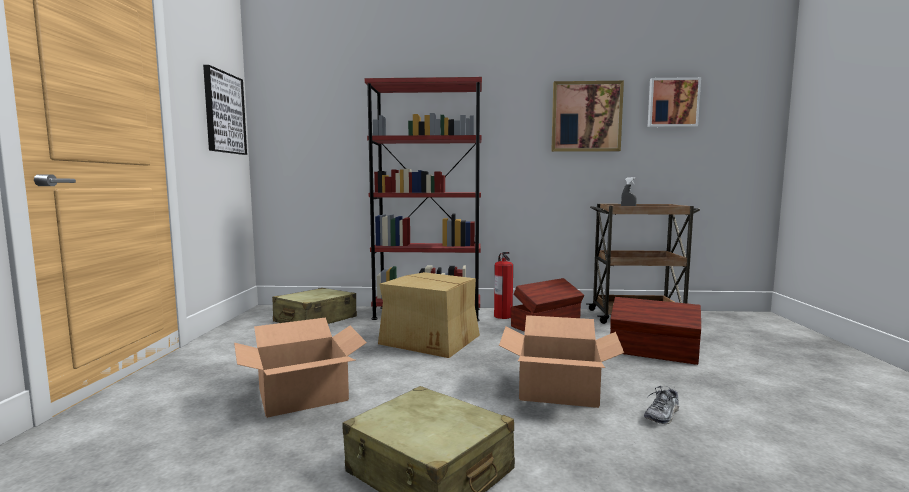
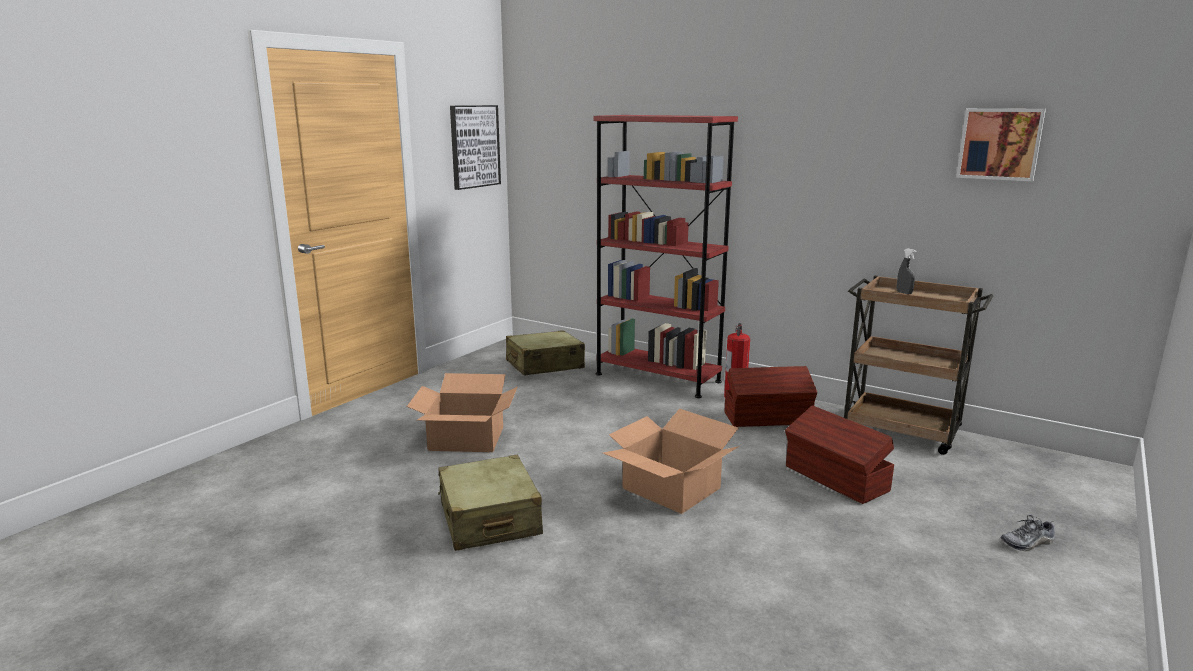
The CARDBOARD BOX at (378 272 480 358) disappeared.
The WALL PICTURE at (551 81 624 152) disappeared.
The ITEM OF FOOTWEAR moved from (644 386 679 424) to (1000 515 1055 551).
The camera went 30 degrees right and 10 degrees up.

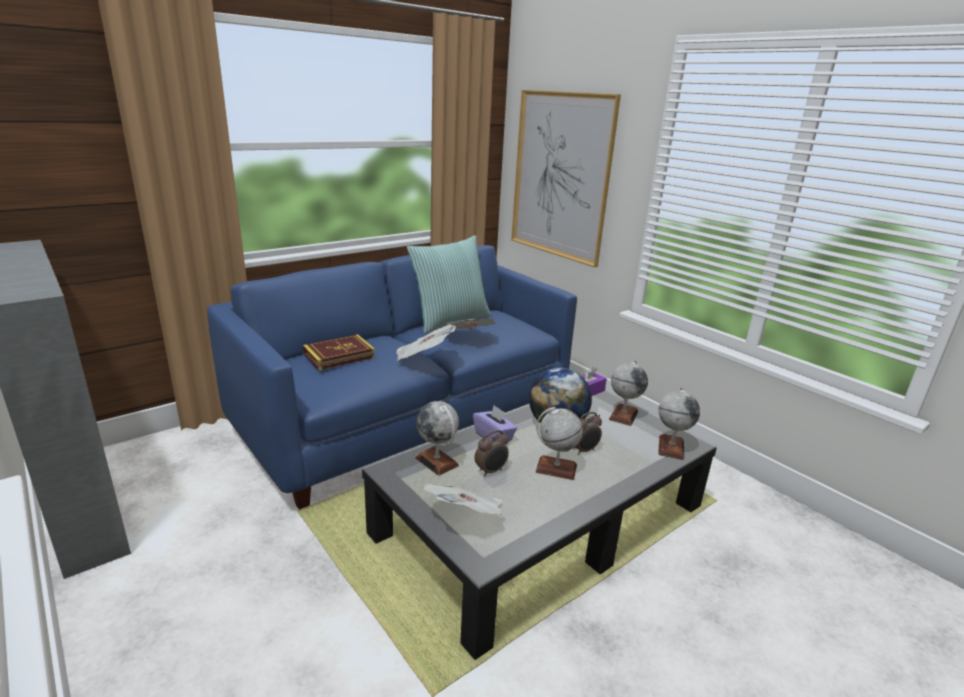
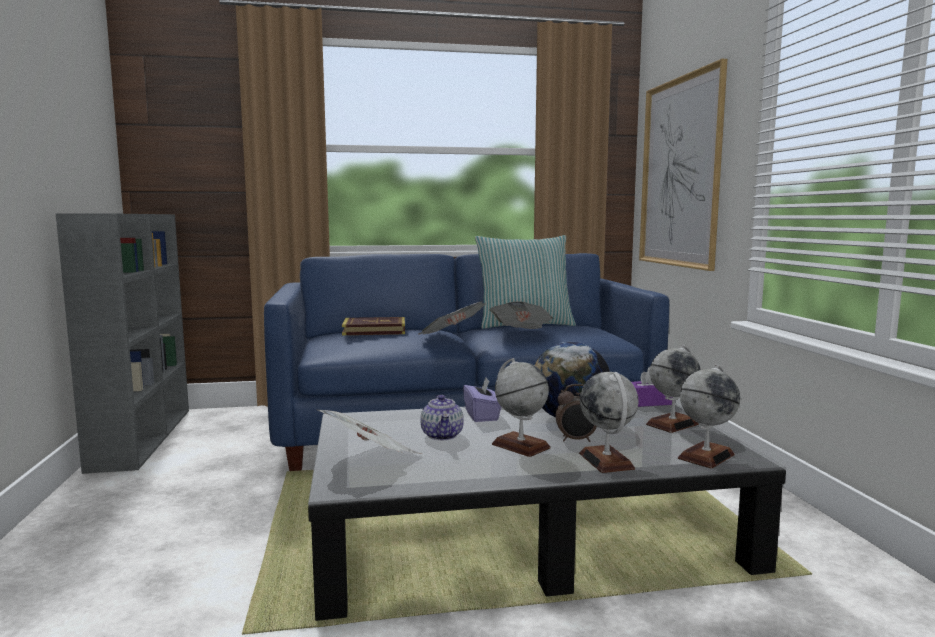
The WORLD GLOBE moved from (415 401 459 476) to (579 372 638 473).
The TABLE CLOCK at (474 430 509 477) was replaced by the TEA POT at (420 395 464 440).
The camera went 30 degrees right and 15 degrees down.

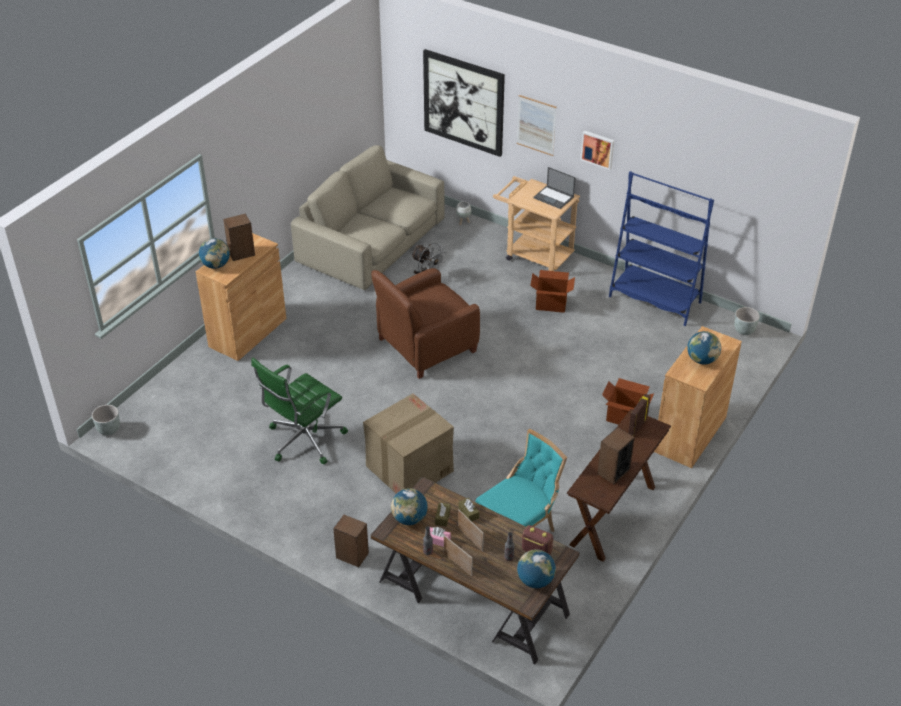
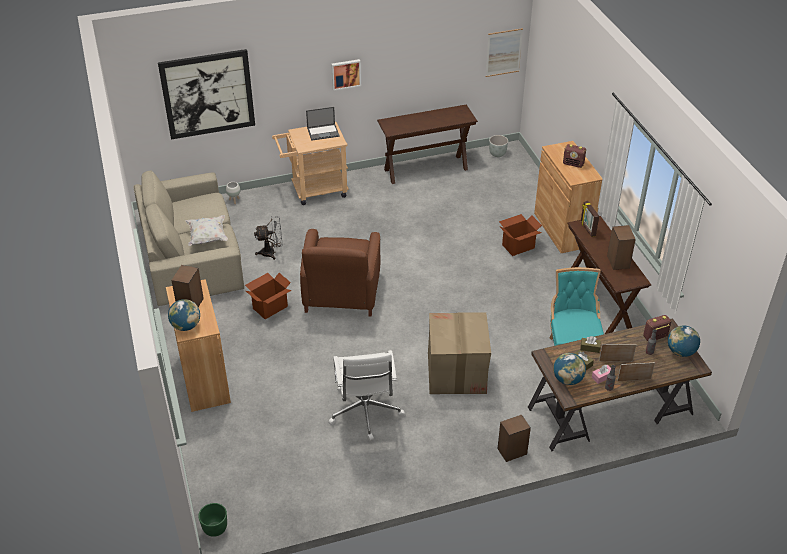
The WHITE THROW PILLOW at (185 215 228 246) appeared.
The WALL PICTURE moved from (517 95 557 156) to (485 28 523 77).
The CARDBOARD BOX moved from (530 270 575 313) to (245 273 291 319).
The BLUISH BOOKSHELF at (609 171 714 326) was replaced by the BROWN CONSOLE TABLE at (377 105 478 184).
The WORLD GLOBE at (687 331 721 364) was replaced by the RADIO RECEIVER at (563 144 586 168).
The GREY FLOWER POT at (92 405 120 435) became the GREEN FLOWER POT at (198 503 227 537).
The GREEN COMPUTER CHAIR at (251 358 348 464) became the WHITE COMPUTER CHAIR at (328 350 405 441).
The camera went 50 degrees left and 0 degrees up.

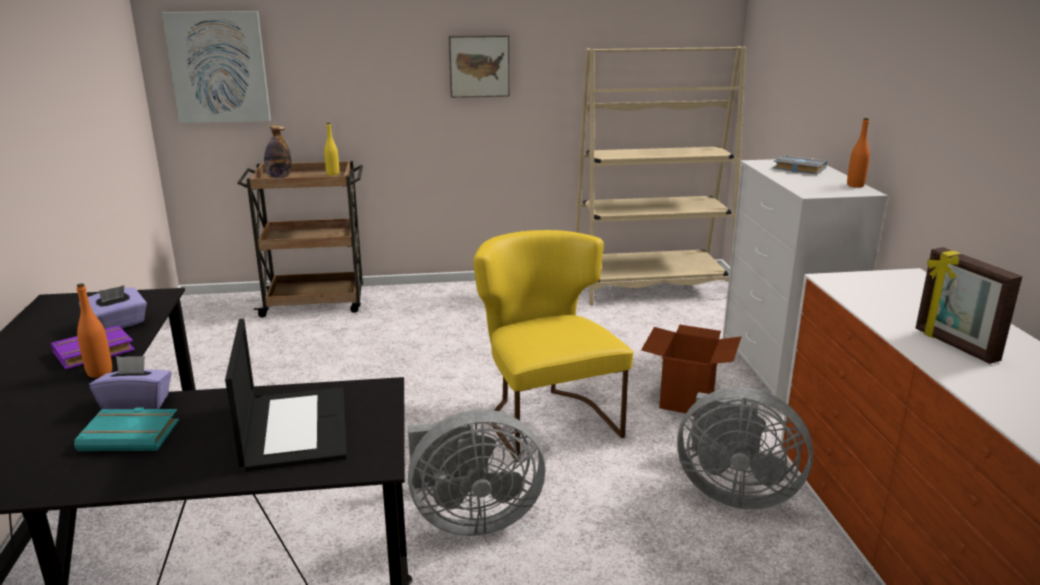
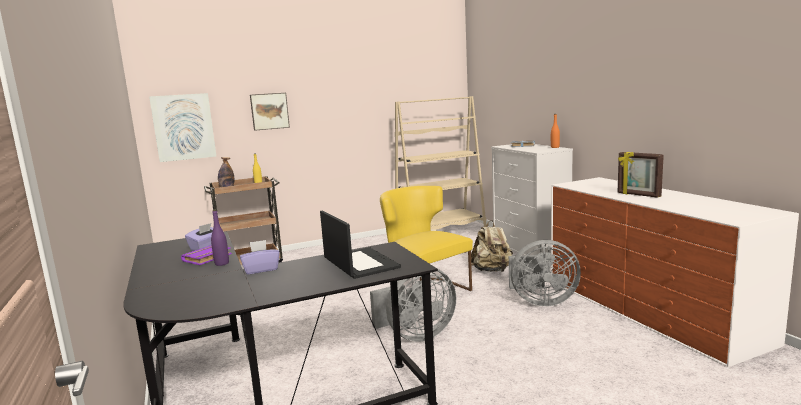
The TURQUOISE VOLUME at (74 407 179 451) disappeared.
The WALL PICTURE moved from (449 35 510 98) to (250 93 290 130).
The CARDBOARD BOX at (641 325 741 414) was replaced by the SAND-COLOURED KNAPSACK at (471 220 513 272).
The ORANGE DRINK BOTTLE at (77 283 112 378) became the PURPLE DRINK BOTTLE at (211 209 229 266).
The camera went 15 degrees left and 10 degrees down.

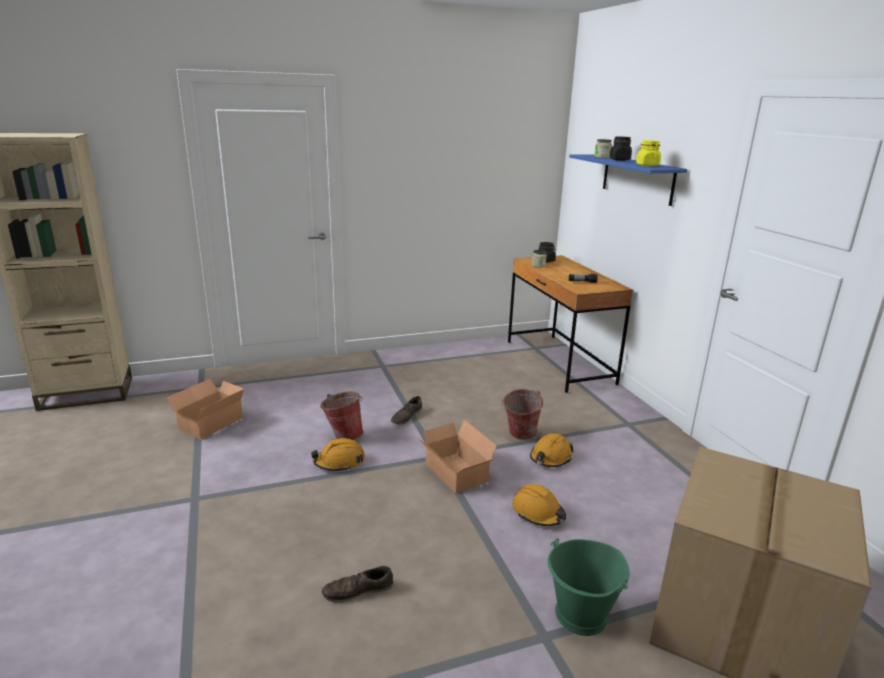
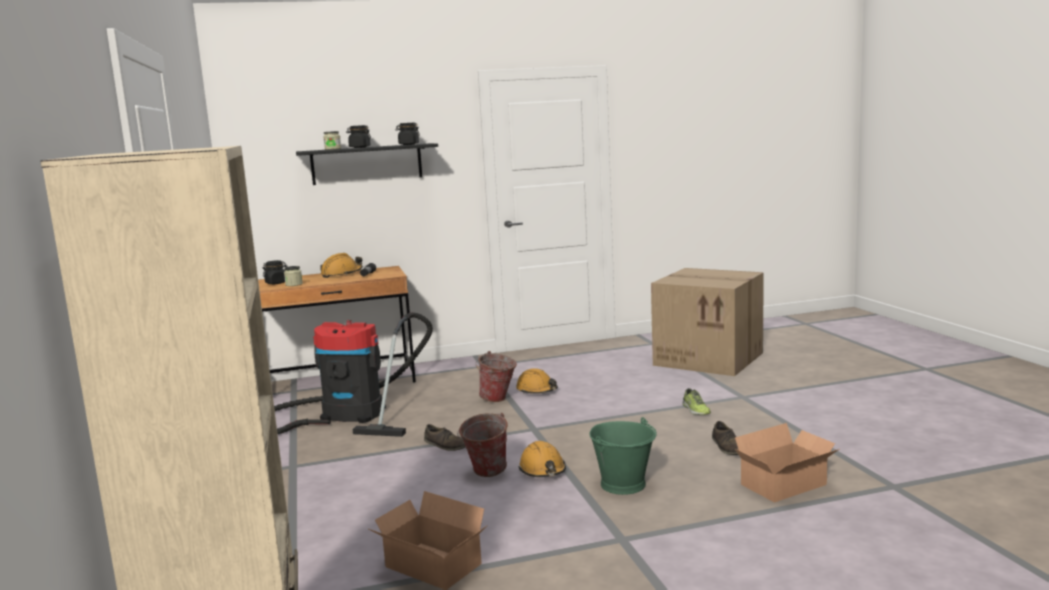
The VACUUM CLEANER at (274 312 433 437) appeared.
The ITEM OF FOOTWEAR at (682 388 711 415) appeared.
The CARDBOARD BOX moved from (416 420 497 494) to (735 423 840 503).
The ORANGE SAFETY HELMET moved from (512 484 566 526) to (320 253 363 278).
The GREEN BUCKET moved from (547 538 629 636) to (589 417 657 495).
The BLUISH BRACKET SHELF at (569 154 688 206) became the BLACKISH BRACKET SHELF at (296 143 438 185).
The YELLOW STORAGE JAR at (636 140 661 166) became the BLACKISH STORAGE JAR at (395 123 420 145).
The camera went 85 degrees left and 10 degrees down.

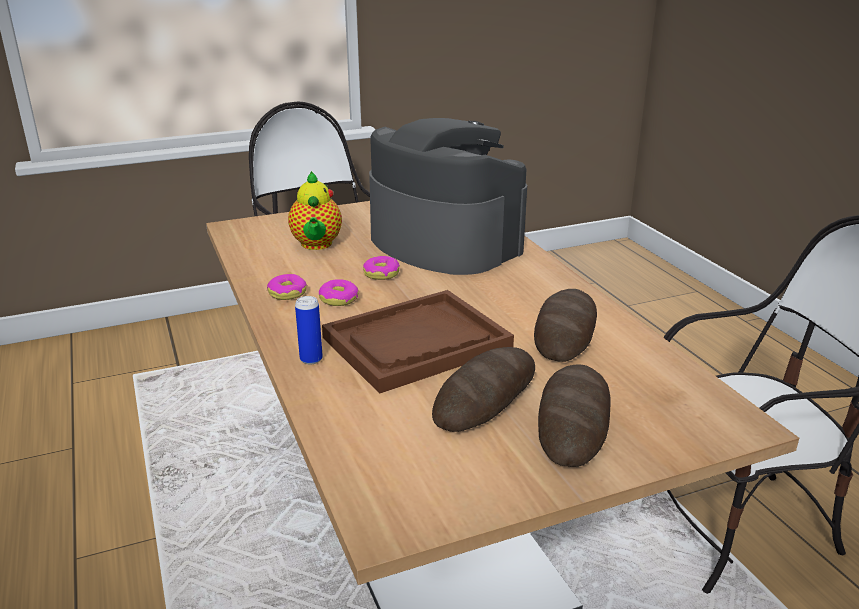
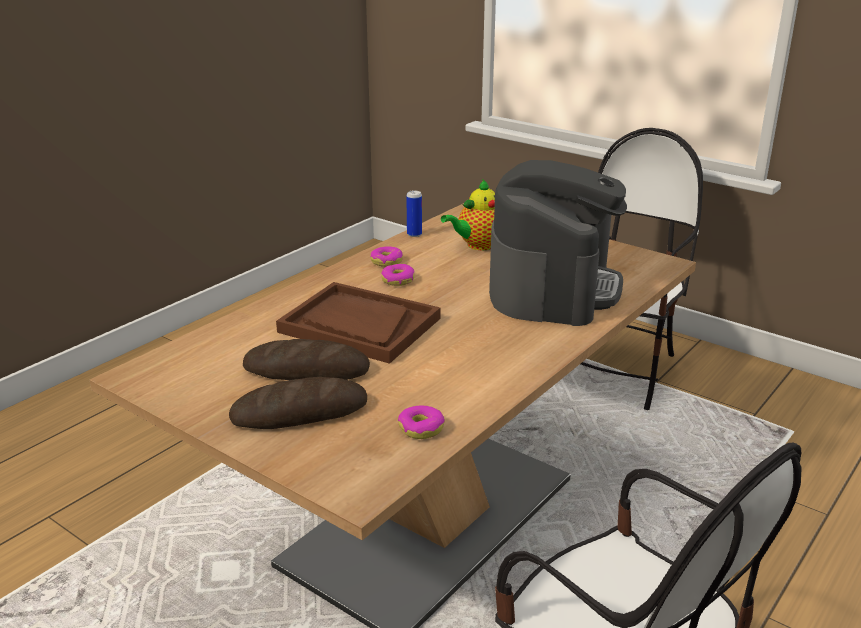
The BAKERY BREAD at (534 289 597 362) disappeared.
The METAL CAN moved from (295 296 323 364) to (406 190 422 237).
The DONUT moved from (363 256 400 280) to (398 406 445 439).
The camera went 60 degrees right and 0 degrees up.

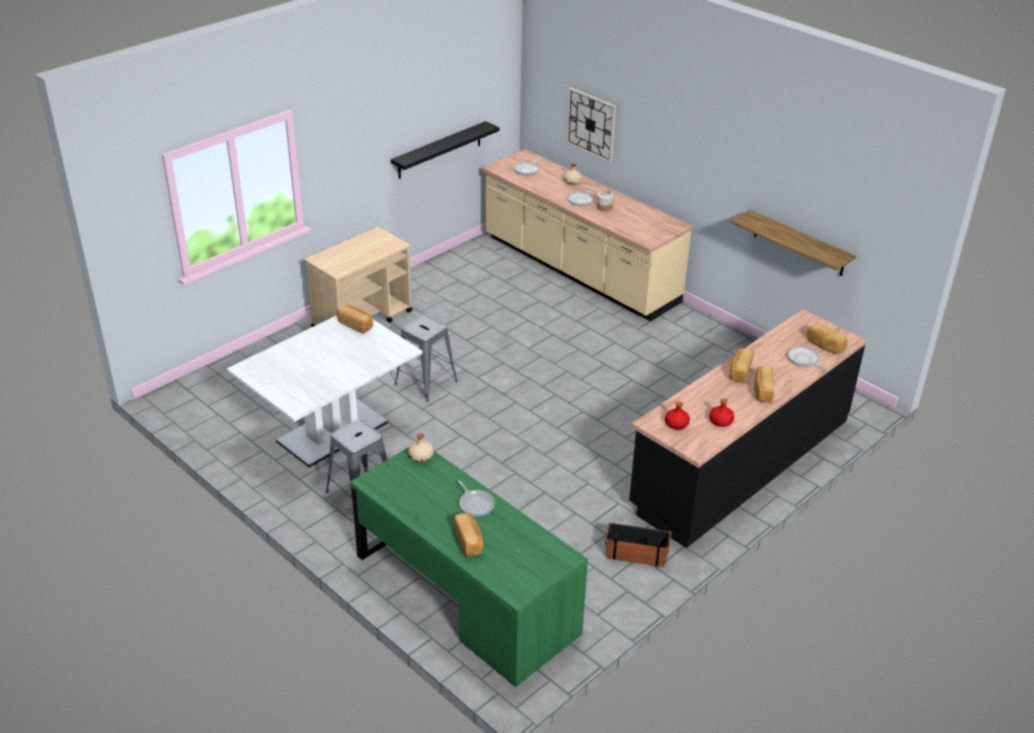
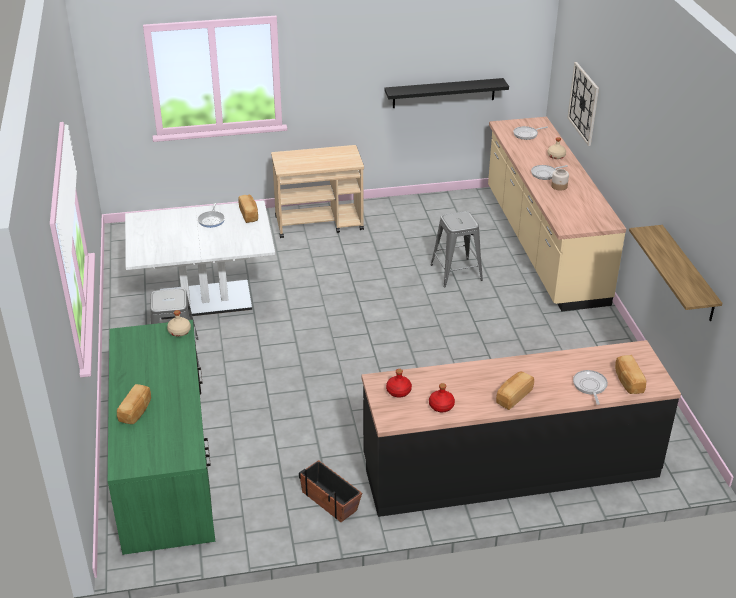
The BAKERY BREAD at (730 348 754 383) disappeared.
The GREY SITTING STOOL moved from (395 315 457 402) to (430 211 483 288).
The SKILLET moved from (458 480 495 517) to (198 203 225 228).
The camera went 35 degrees right and 0 degrees up.

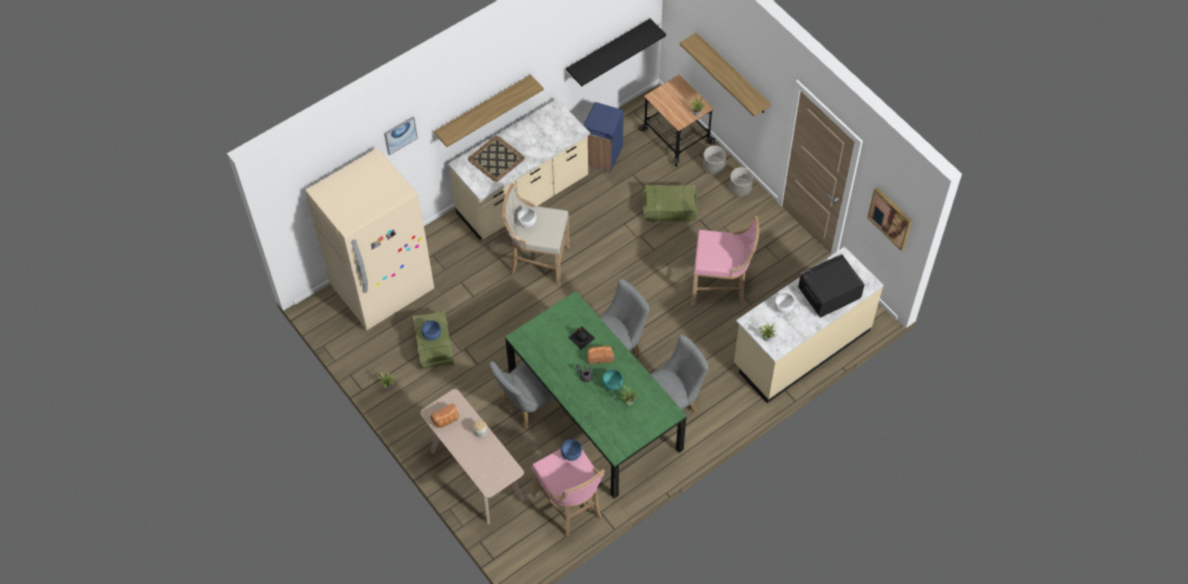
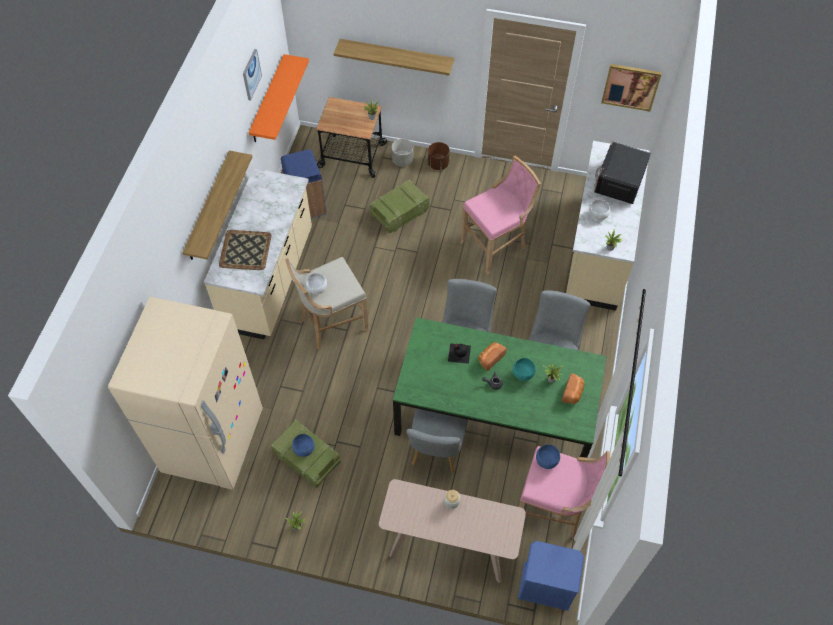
The BLUISH NIGHT TABLE at (518 541 584 611) appeared.
The WALL PICTURE moved from (384 116 418 155) to (243 49 262 101).
The BAKERY BREAD moved from (430 404 459 428) to (562 373 585 404).
The BLACKISH BRACKET SHELF at (566 19 666 86) became the ORANGE BRACKET SHELF at (248 54 309 142).
The GREY FLOWER POT at (729 167 753 196) became the BROWN FLOWER POT at (428 142 450 170).
The camera went 40 degrees left and 0 degrees up.

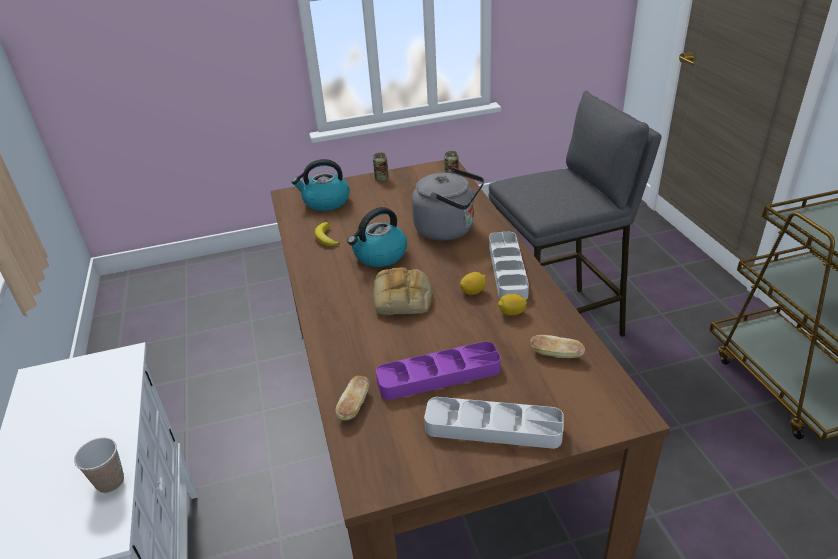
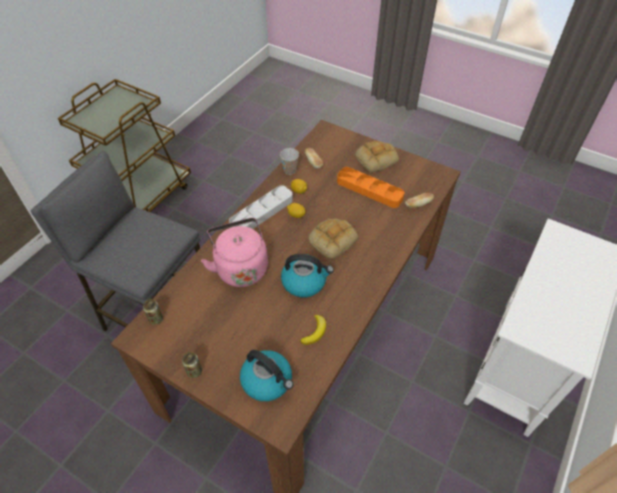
The DRINKING CUP moved from (74 437 124 493) to (280 148 299 175).
The GREY SERVING TRAY at (424 397 564 449) was replaced by the BAKERY BREAD at (355 141 399 173).
The PURPLE SERVING TRAY at (376 341 501 400) became the ORANGE SERVING TRAY at (337 167 405 208).
The GREY TEA KETTLE at (412 167 484 241) became the PINK TEA KETTLE at (201 218 268 287).
The camera went 135 degrees left and 15 degrees up.

